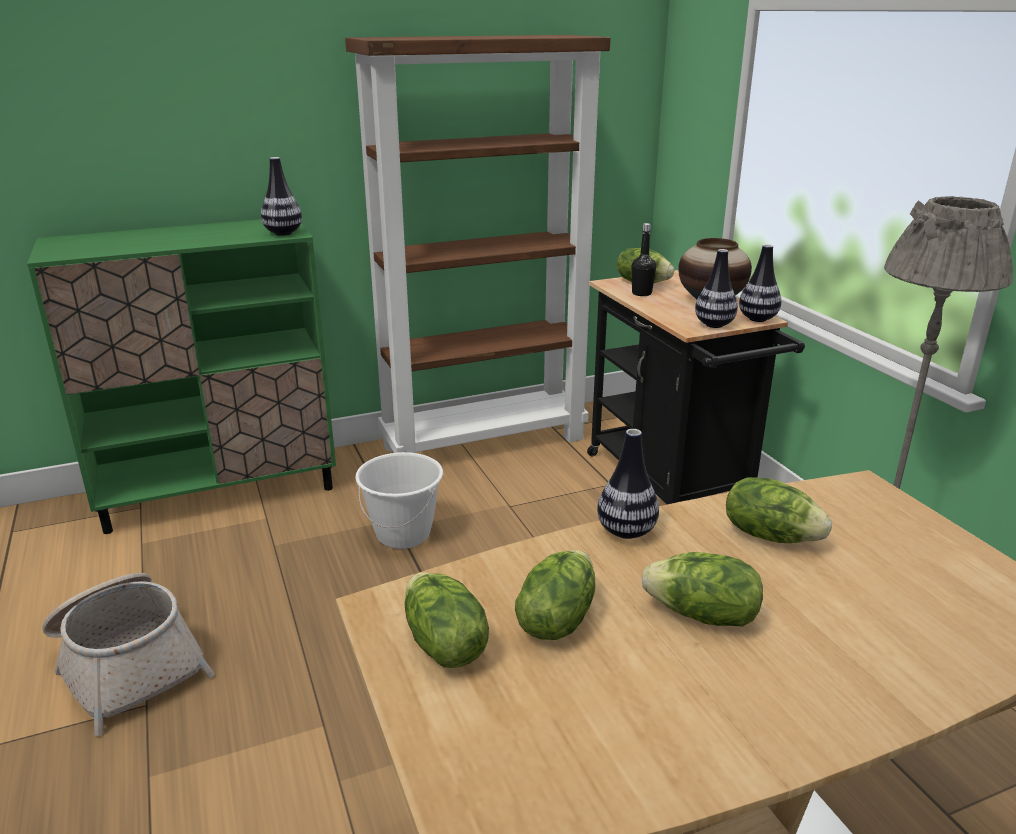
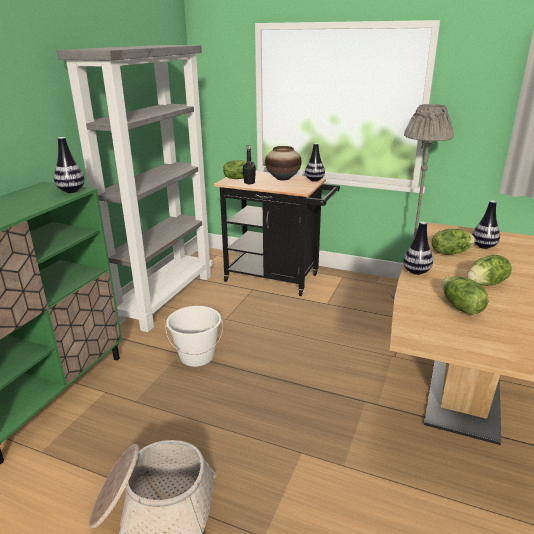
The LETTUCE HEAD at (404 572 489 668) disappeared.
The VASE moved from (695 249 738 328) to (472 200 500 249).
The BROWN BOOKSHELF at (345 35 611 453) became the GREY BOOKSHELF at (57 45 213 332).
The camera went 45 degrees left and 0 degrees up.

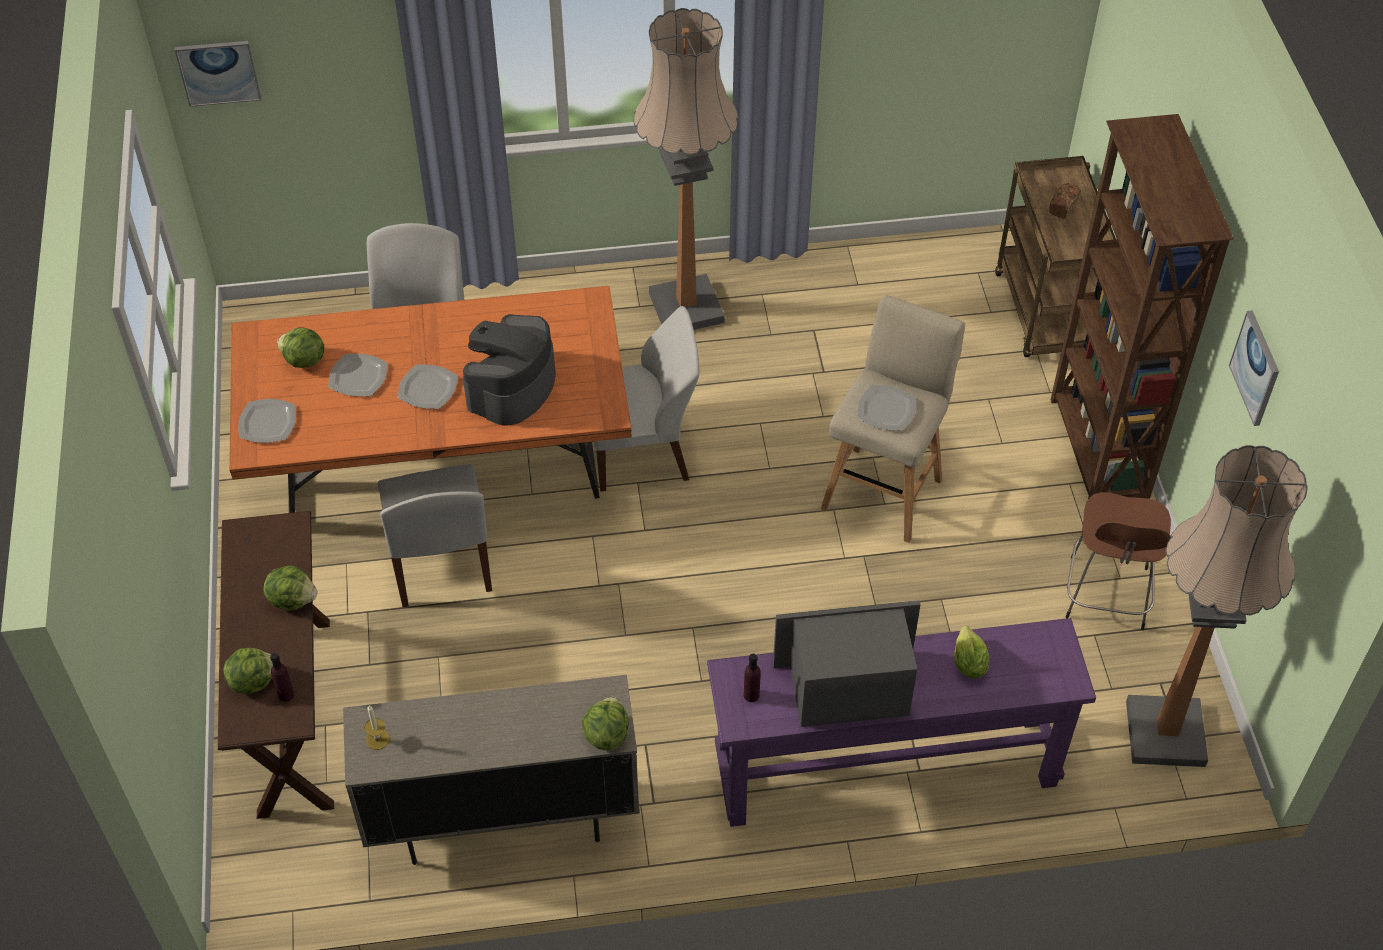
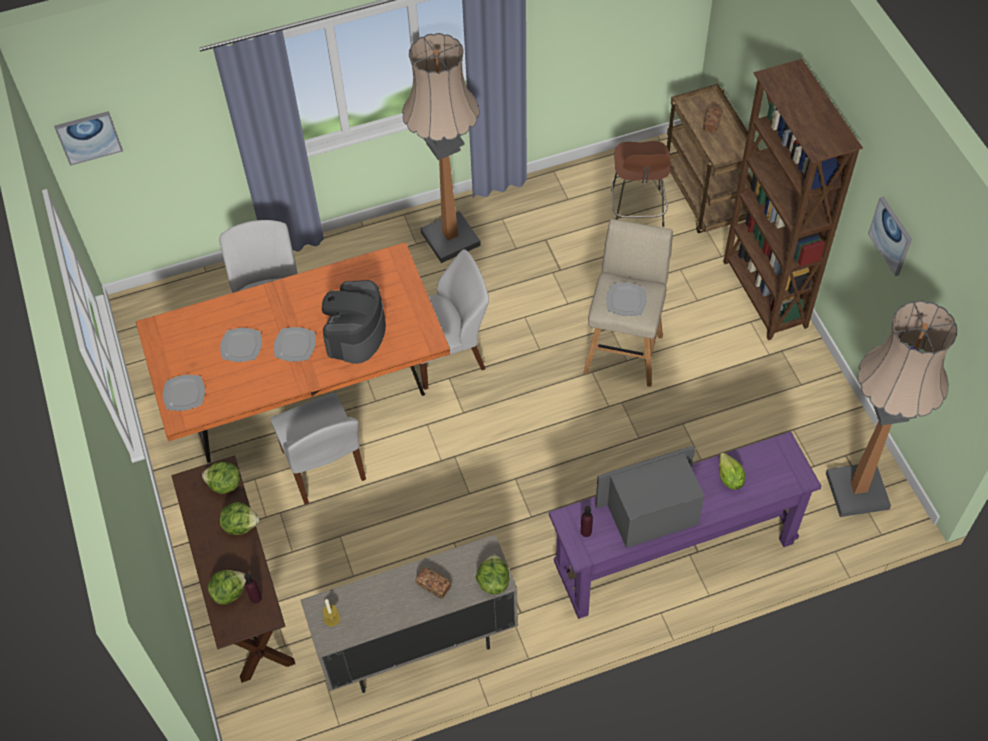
The BAKERY BREAD at (415 567 451 599) appeared.
The LETTUCE HEAD moved from (277 327 324 368) to (202 462 241 494).
The BROWN SITTING STOOL moved from (1065 492 1171 630) to (611 141 671 227).
The camera went 10 degrees left and 5 degrees up.

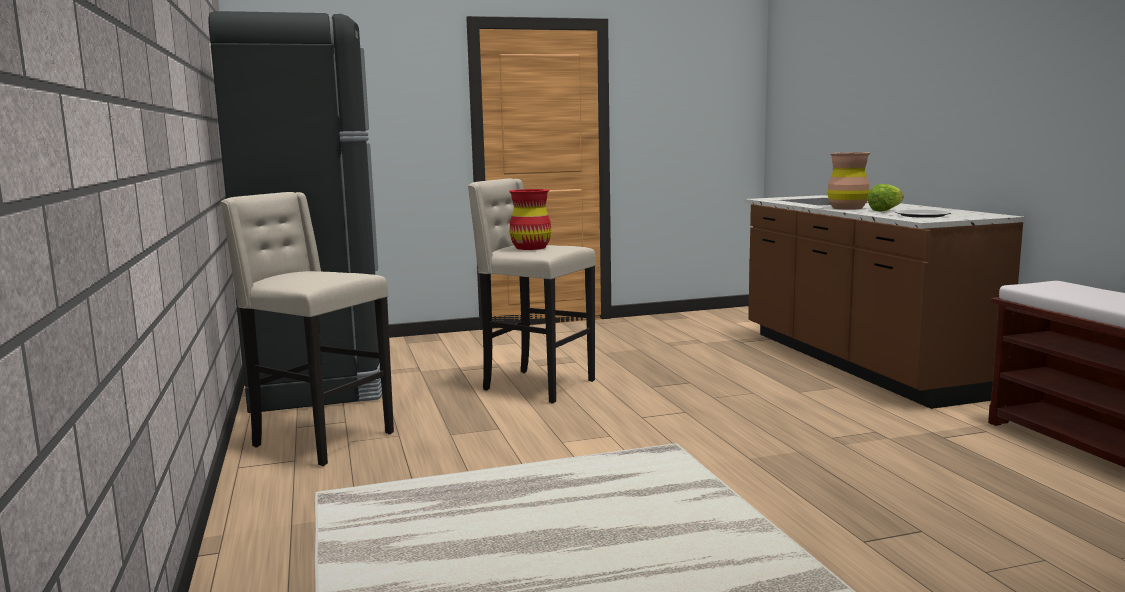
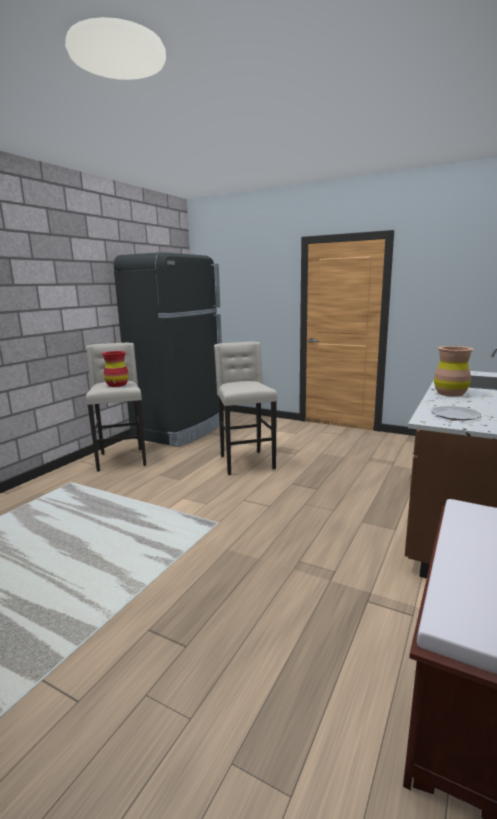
The LETTUCE HEAD at (867 184 904 212) disappeared.
The RED VASE moved from (509 189 551 250) to (102 351 129 387).
The camera went 45 degrees right and 5 degrees up.

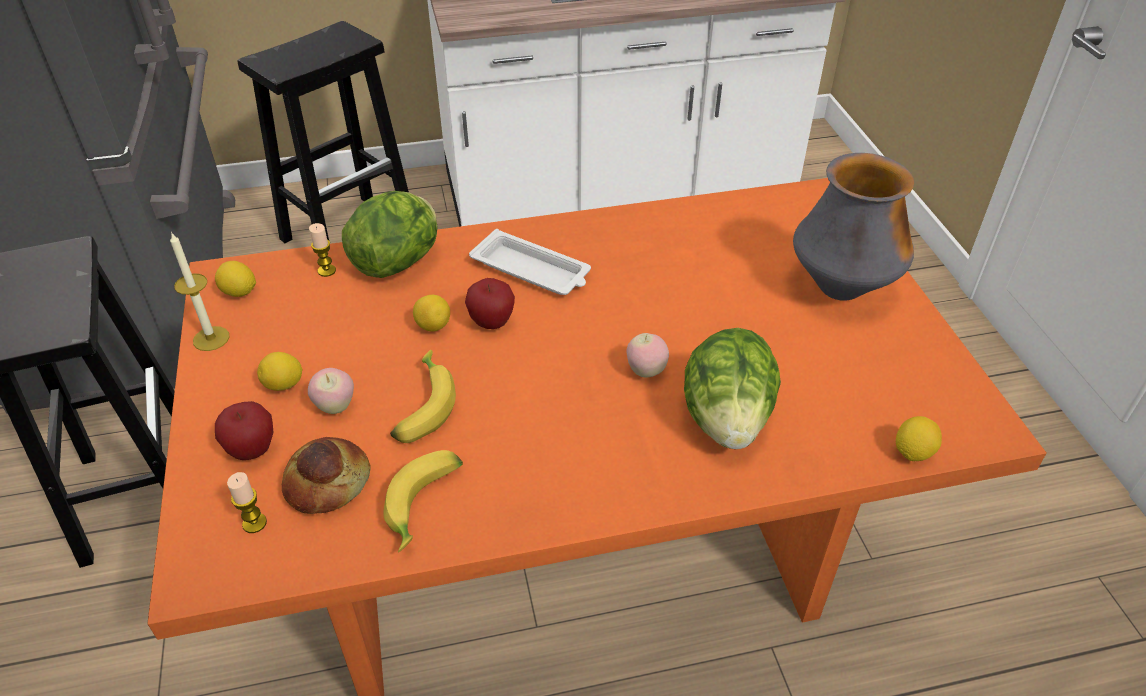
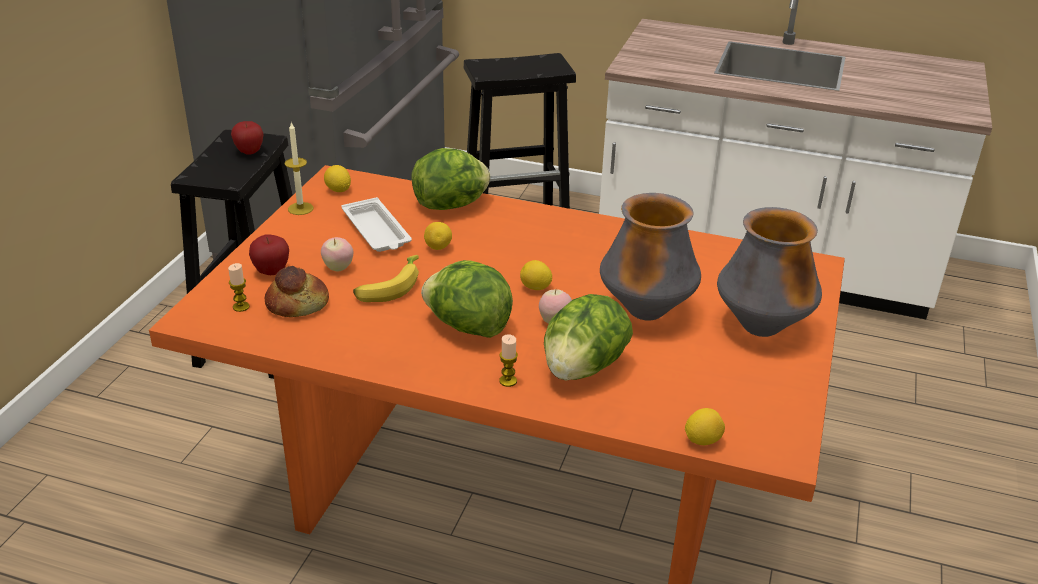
The BANANA at (383 450 463 552) disappeared.
The LETTUCE HEAD at (421 260 513 338) appeared.
The VASE at (600 193 701 321) appeared.
The CITRUS FRUIT moved from (257 352 303 391) to (520 260 552 290).
The CANDLE moved from (309 223 336 277) to (499 334 518 387).
The WHOLE APPLE moved from (465 278 515 329) to (231 121 263 155).
The WHITE SERVING TRAY moved from (469 229 591 295) to (342 197 412 252).
The camera went 30 degrees right and 10 degrees down.

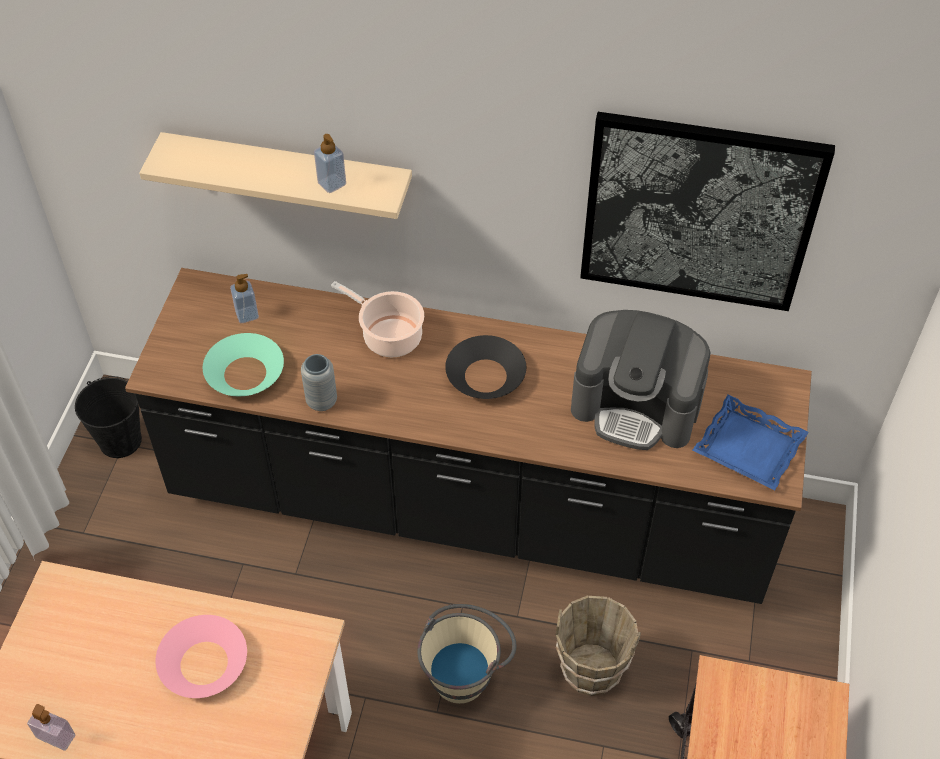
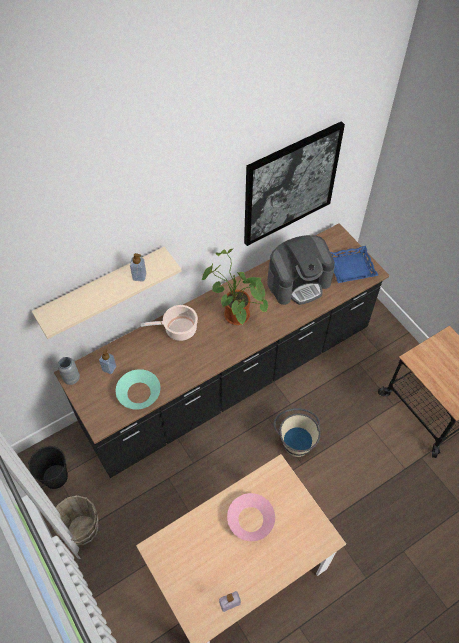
The GREY VASE moved from (301 354 337 411) to (57 357 80 385).
The BROWN BUCKET moved from (556 595 641 696) to (52 495 99 545).
The BLACKISH BOWL at (445 335 526 399) was replaced by the PLANT IN A POT at (202 248 268 325).
The camera went 45 degrees left and 5 degrees up.

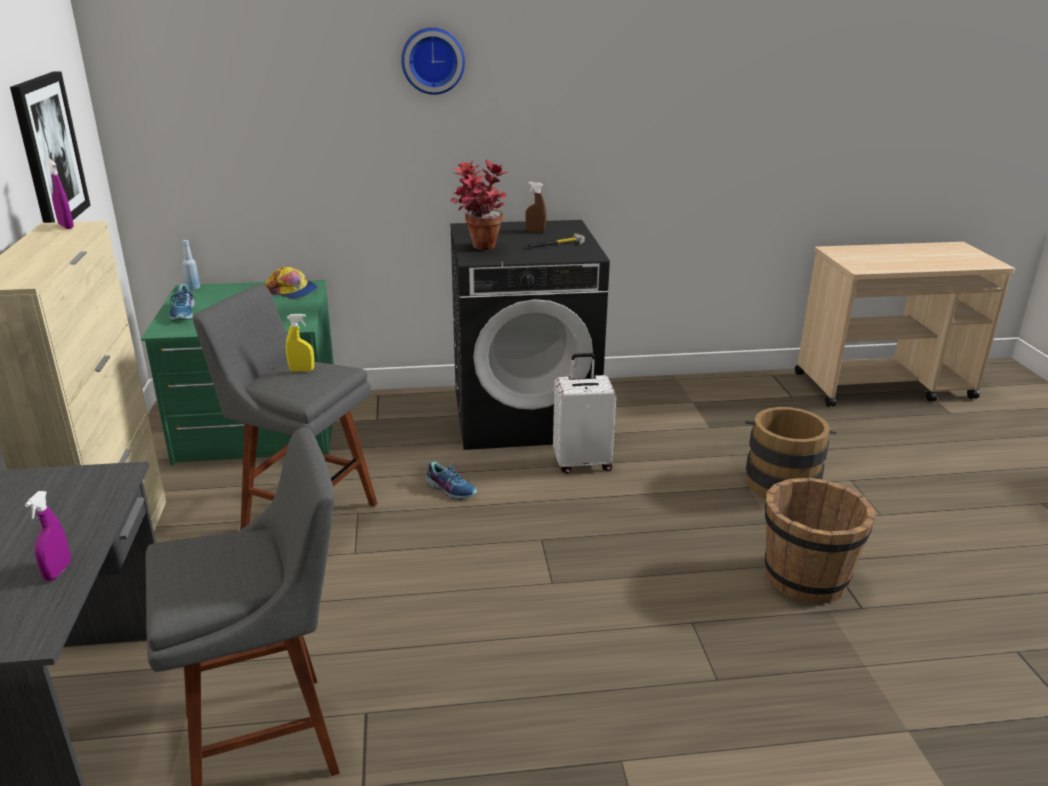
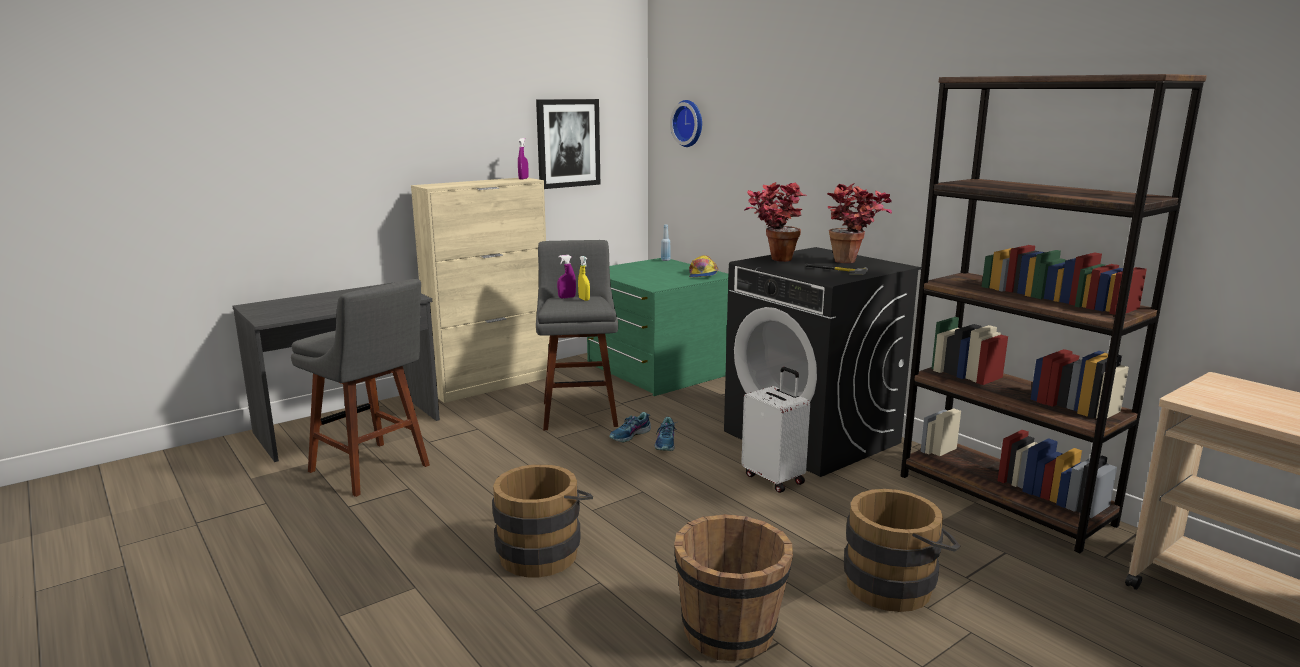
The BROWN BUCKET at (492 464 593 577) appeared.
The BROWN BOOKSHELF at (901 74 1207 553) appeared.
The PURPLE SPRAY BOTTLE moved from (25 491 71 581) to (557 255 576 298).
The ITEM OF FOOTWEAR moved from (169 284 195 321) to (609 412 651 442).
The WALL CLOCK moved from (401 27 465 95) to (670 100 702 147).
The BROWN SPRAY BOTTLE at (525 182 547 233) was replaced by the PLANT IN A POT at (827 183 892 263).
The camera went 60 degrees right and 10 degrees down.

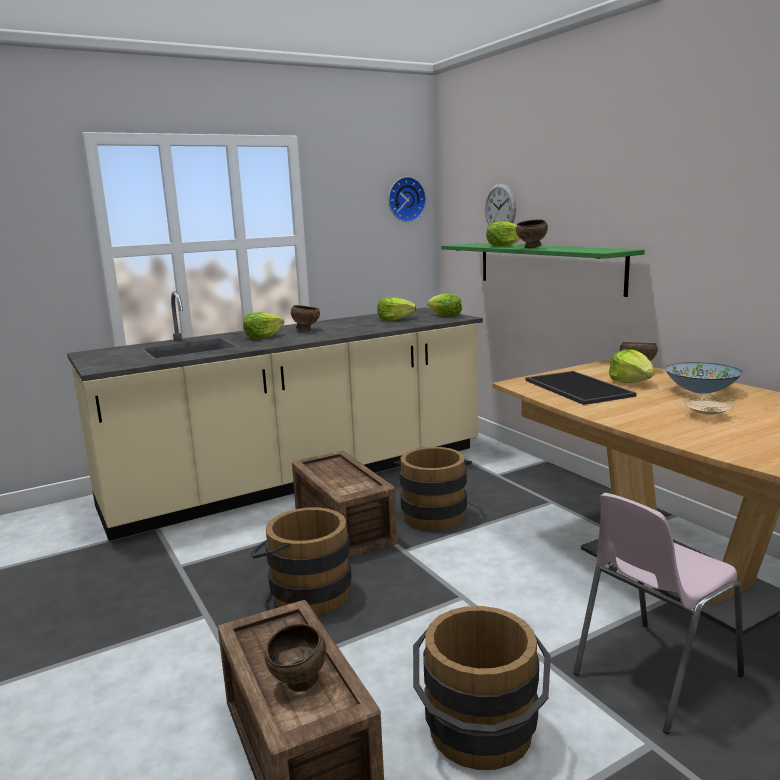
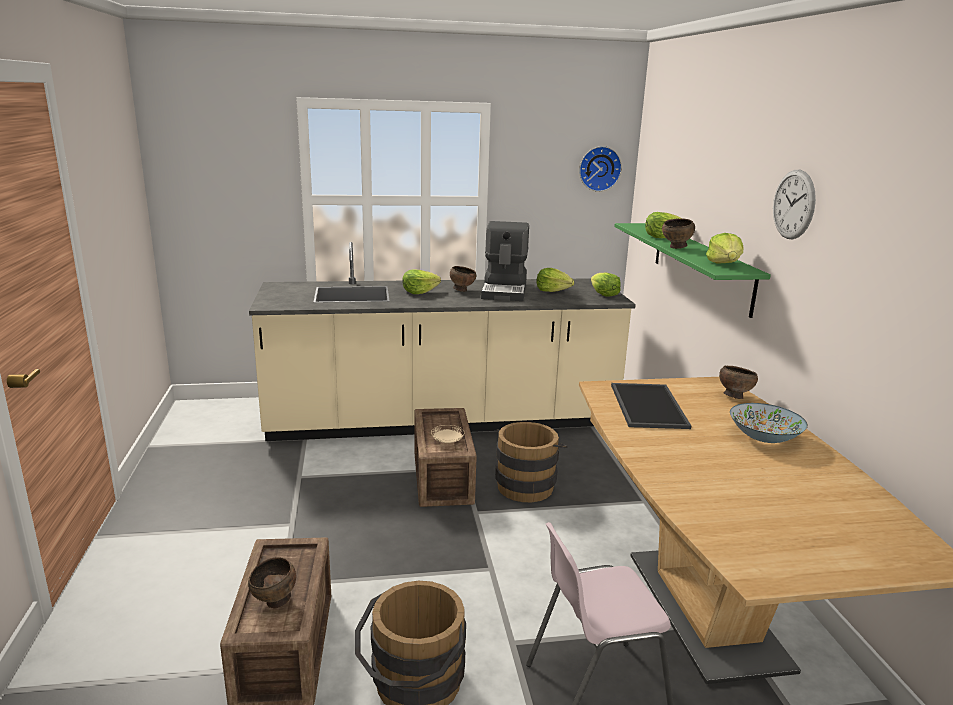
The BROWN BUCKET at (250 507 352 616) disappeared.
The COFFEE BREWER at (481 221 529 301) appeared.
The WALL CLOCK moved from (485 183 516 225) to (773 170 816 239).
The LETTUCE HEAD moved from (609 349 654 383) to (706 233 743 264).
The SAND-COLOURED FLAT DISH moved from (683 394 735 416) to (431 425 464 443).
The camera went 20 degrees right and 5 degrees up.

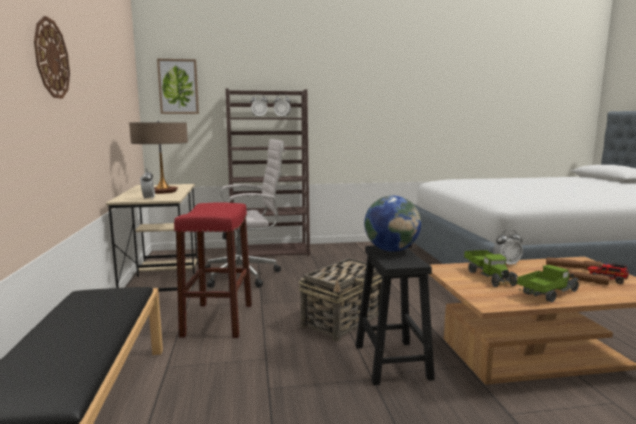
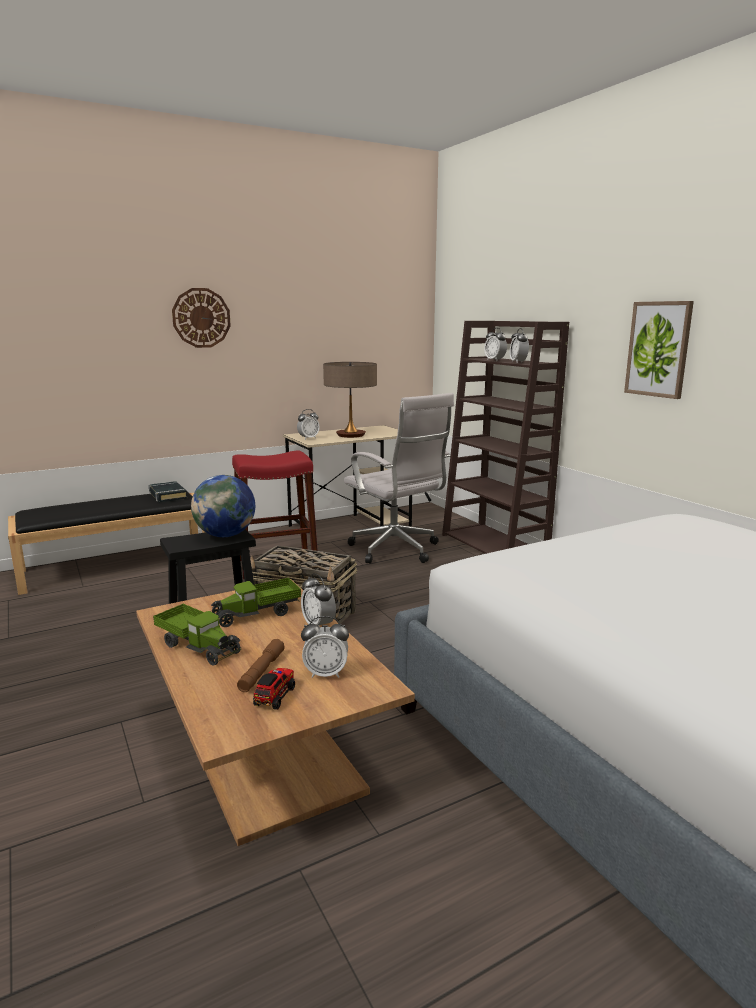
The BLACKISH VOLUME at (149 481 187 502) appeared.
The WALL PICTURE moved from (157 59 199 114) to (624 301 694 399).
The BROWN HAND TORCH at (546 258 602 270) was replaced by the TABLE CLOCK at (301 616 349 678).
The camera went 70 degrees right and 5 degrees up.

